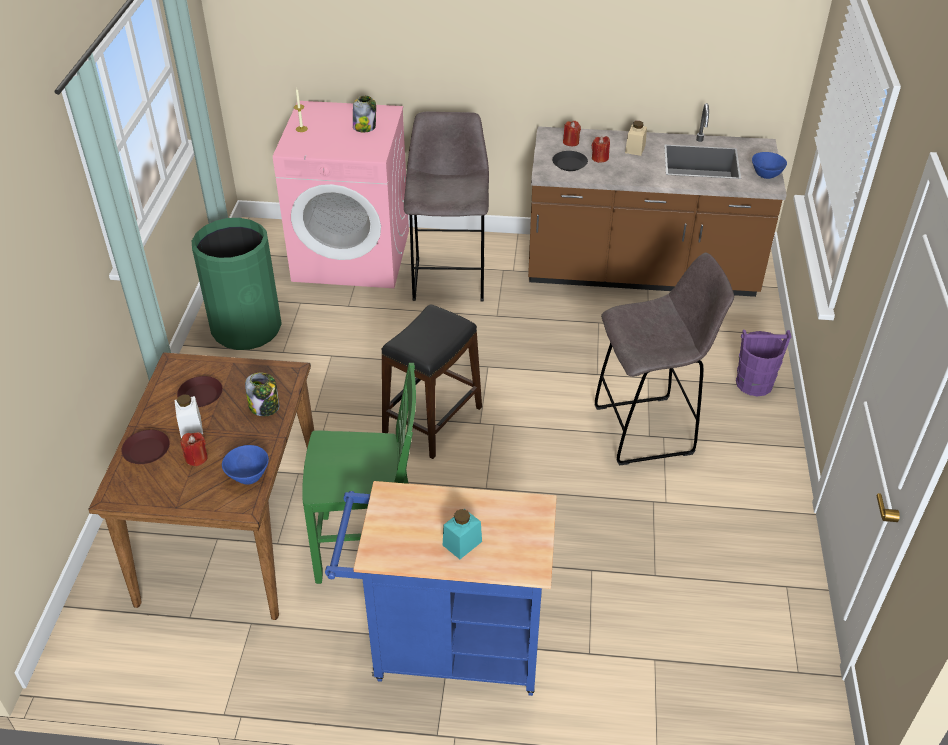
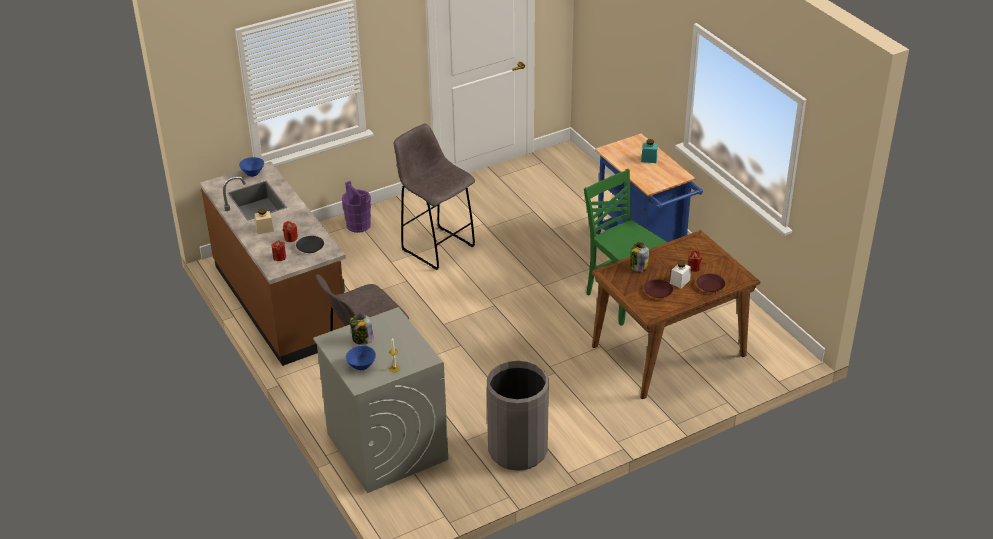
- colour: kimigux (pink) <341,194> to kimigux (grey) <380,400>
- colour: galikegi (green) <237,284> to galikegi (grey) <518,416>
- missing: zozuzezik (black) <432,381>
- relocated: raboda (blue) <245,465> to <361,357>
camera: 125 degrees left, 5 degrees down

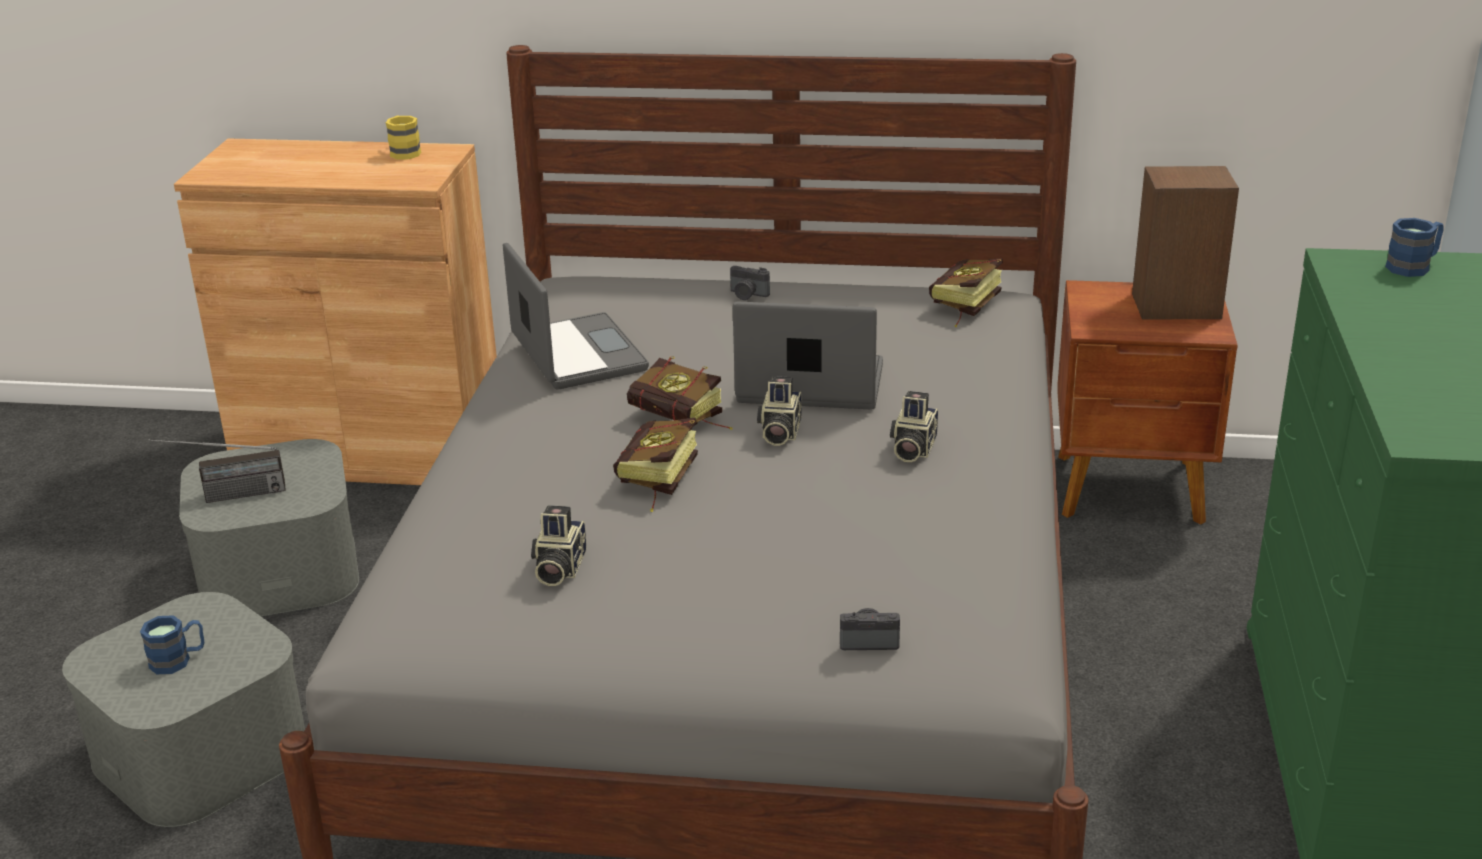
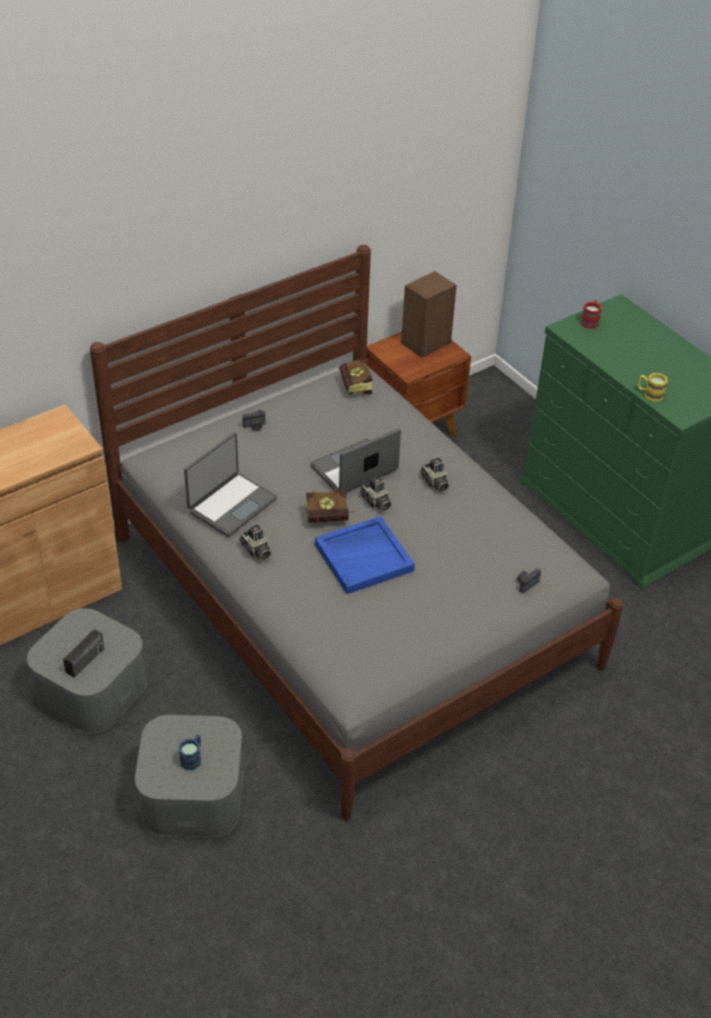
- relocated: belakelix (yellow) <403,138> to <653,387>
- colour: belakelix (blue) <1414,247> to belakelix (red) <591,314>
- spun: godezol <576,316> = <230,484> 105 degrees clockwise
- exchanged: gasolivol <655,465> to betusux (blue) <365,555>
- relocated: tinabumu <559,545> to <255,542>
camera: 45 degrees left, 15 degrees up

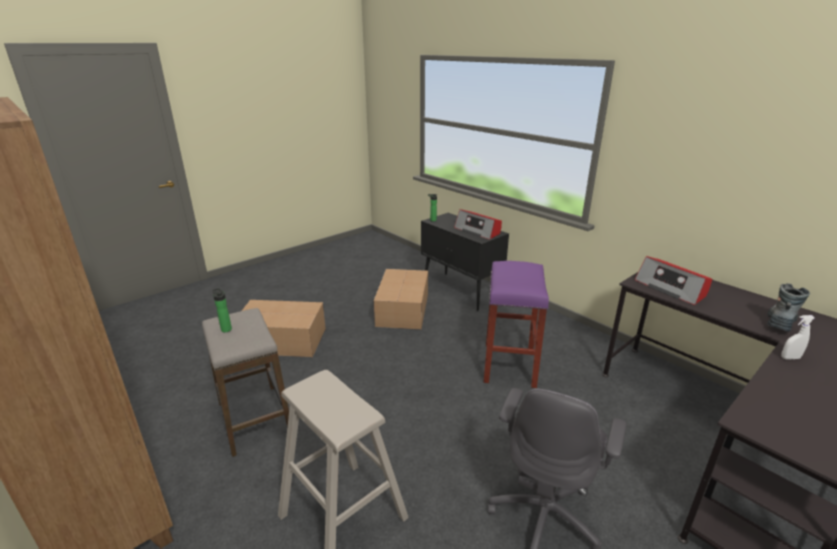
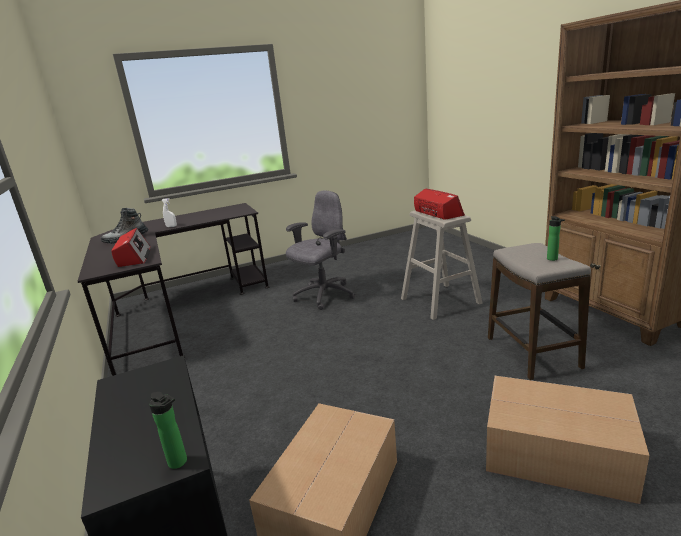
- relocated: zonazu <478,224> to <439,204>
- missing: zozuzezik (purple) <516,324>
camera: 160 degrees left, 5 degrees down

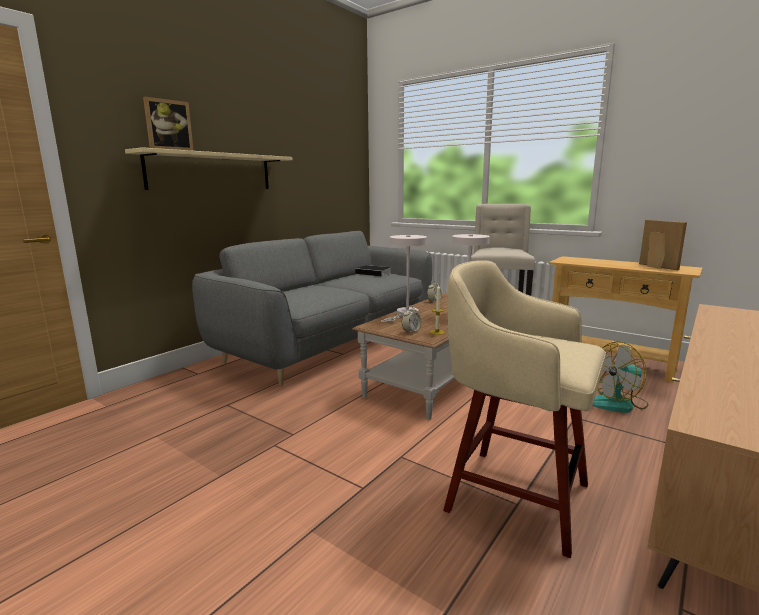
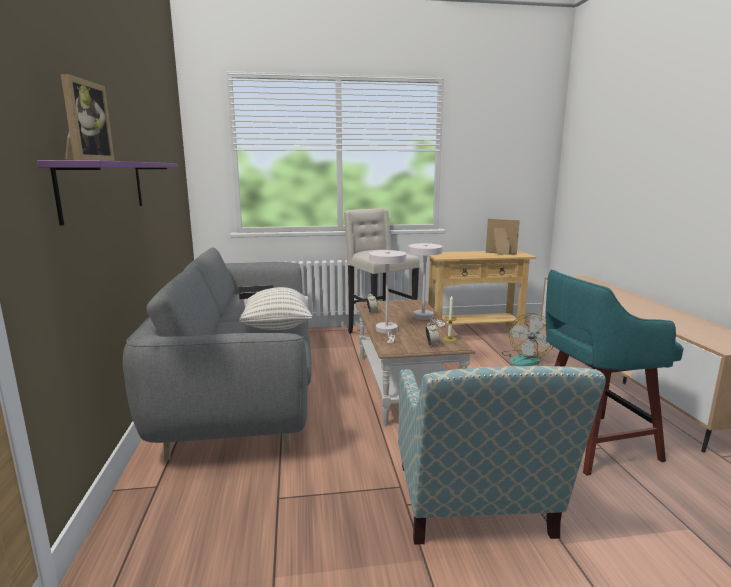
- colour: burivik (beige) <208,168> to burivik (purple) <107,193>
- colour: zozuzezik (beige) <524,409> to zozuzezik (turquoise) <615,373>
- appeared: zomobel <275,308>
- appeared: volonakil <502,455>
camera: 45 degrees left, 0 degrees up

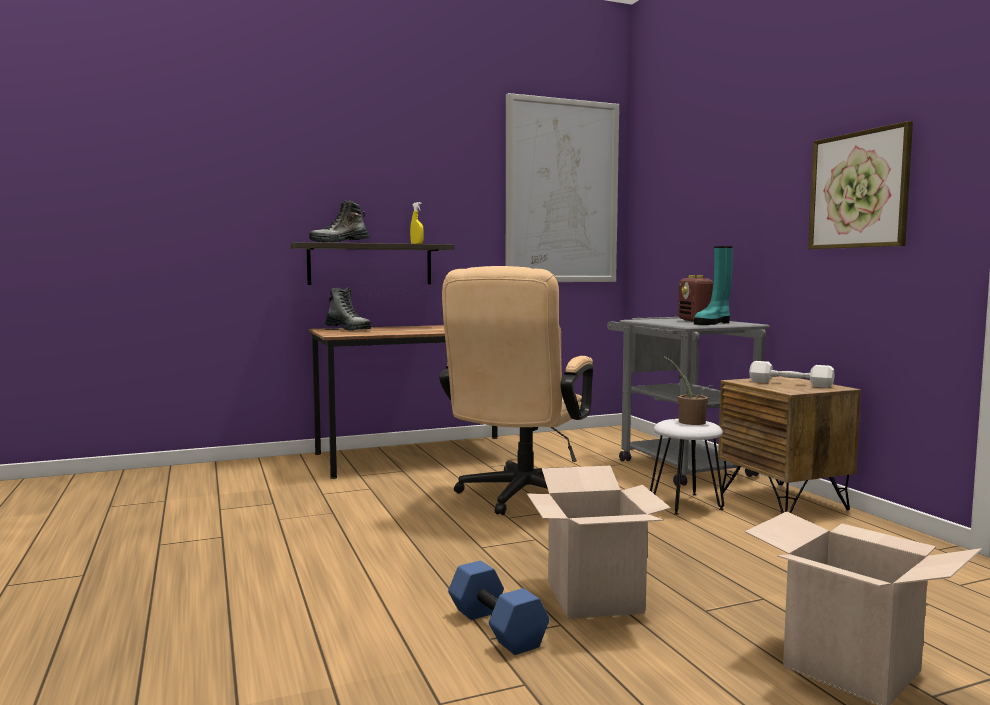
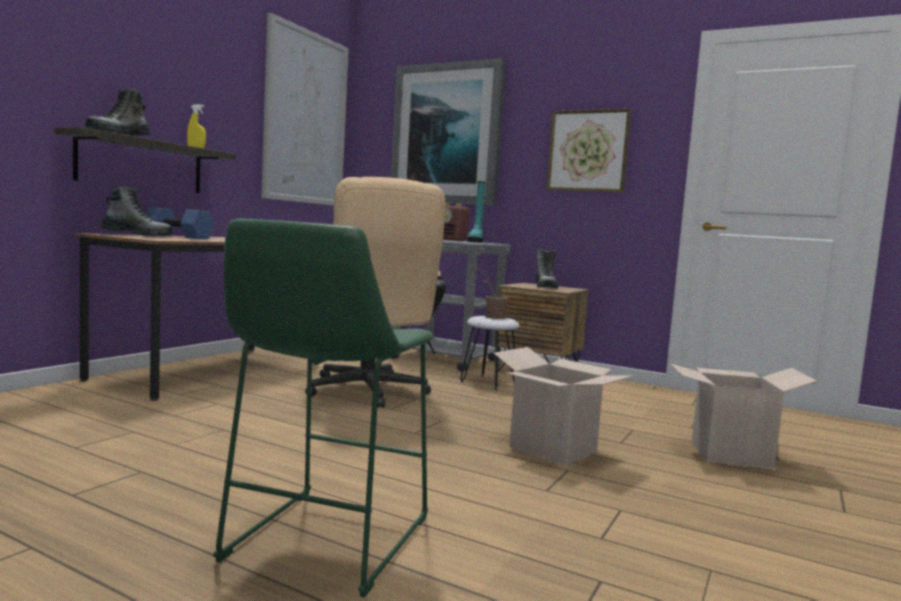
- exchanged: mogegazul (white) <792,374> to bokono <546,269>
- relocated: mogegazul (blue) <499,608> to <180,223>
- appeared: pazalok <448,131>
- appeared: zozuzezik (green) <323,408>
camera: 40 degrees left, 0 degrees up

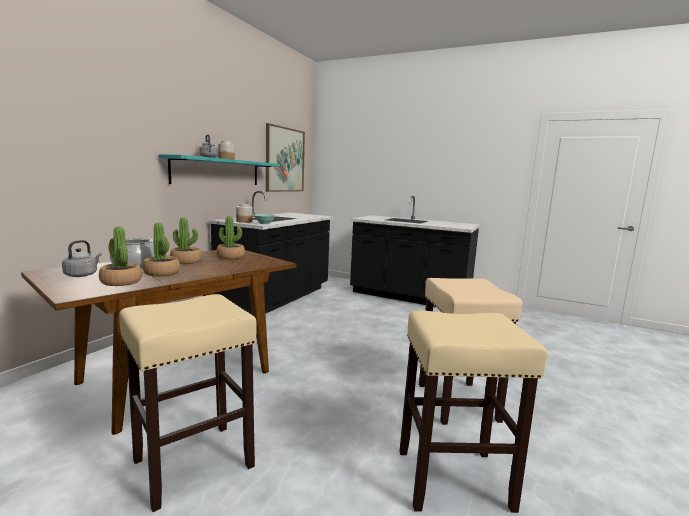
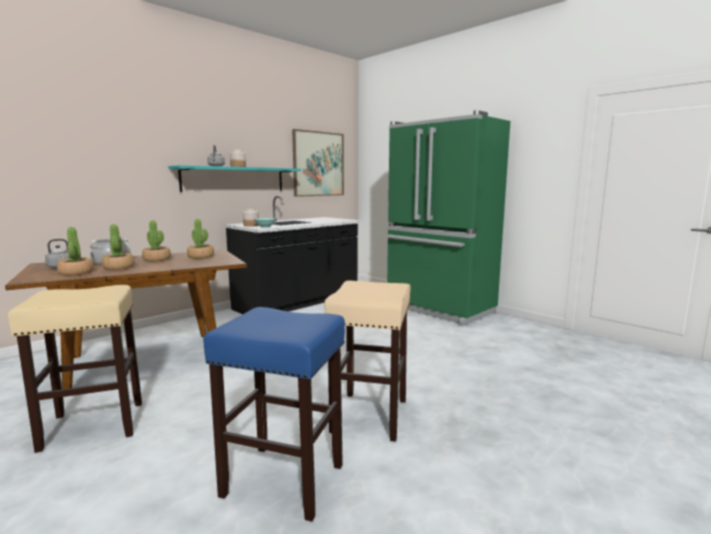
- exchanged: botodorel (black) <415,251> to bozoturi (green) <448,218>
- colour: zozuzezik (beige) <473,412> to zozuzezik (blue) <274,414>
camera: 20 degrees right, 0 degrees up

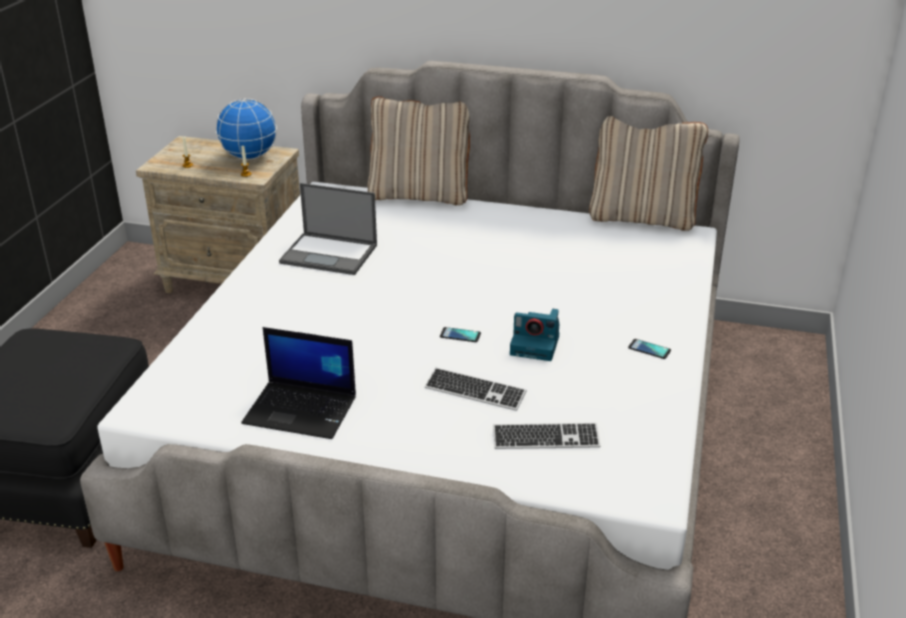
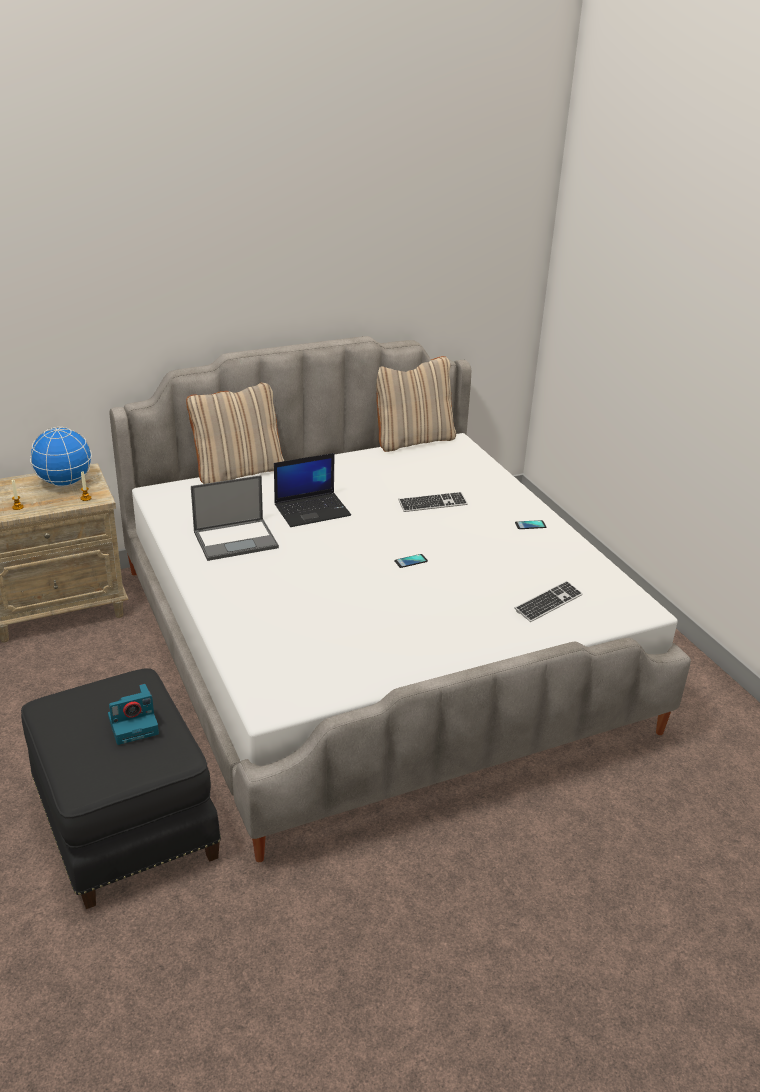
- relocated: tinabumu <534,335> to <133,714>
- relocated: godezol <298,383> to <312,490>
- relocated: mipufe <475,389> to <433,502>
camera: 40 degrees left, 0 degrees up

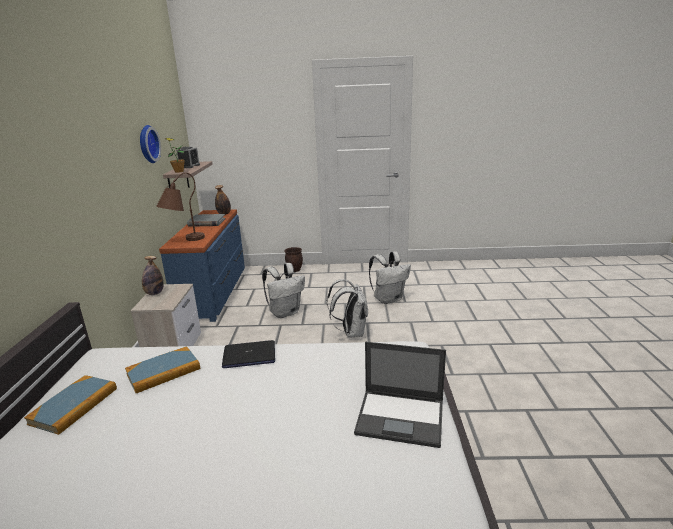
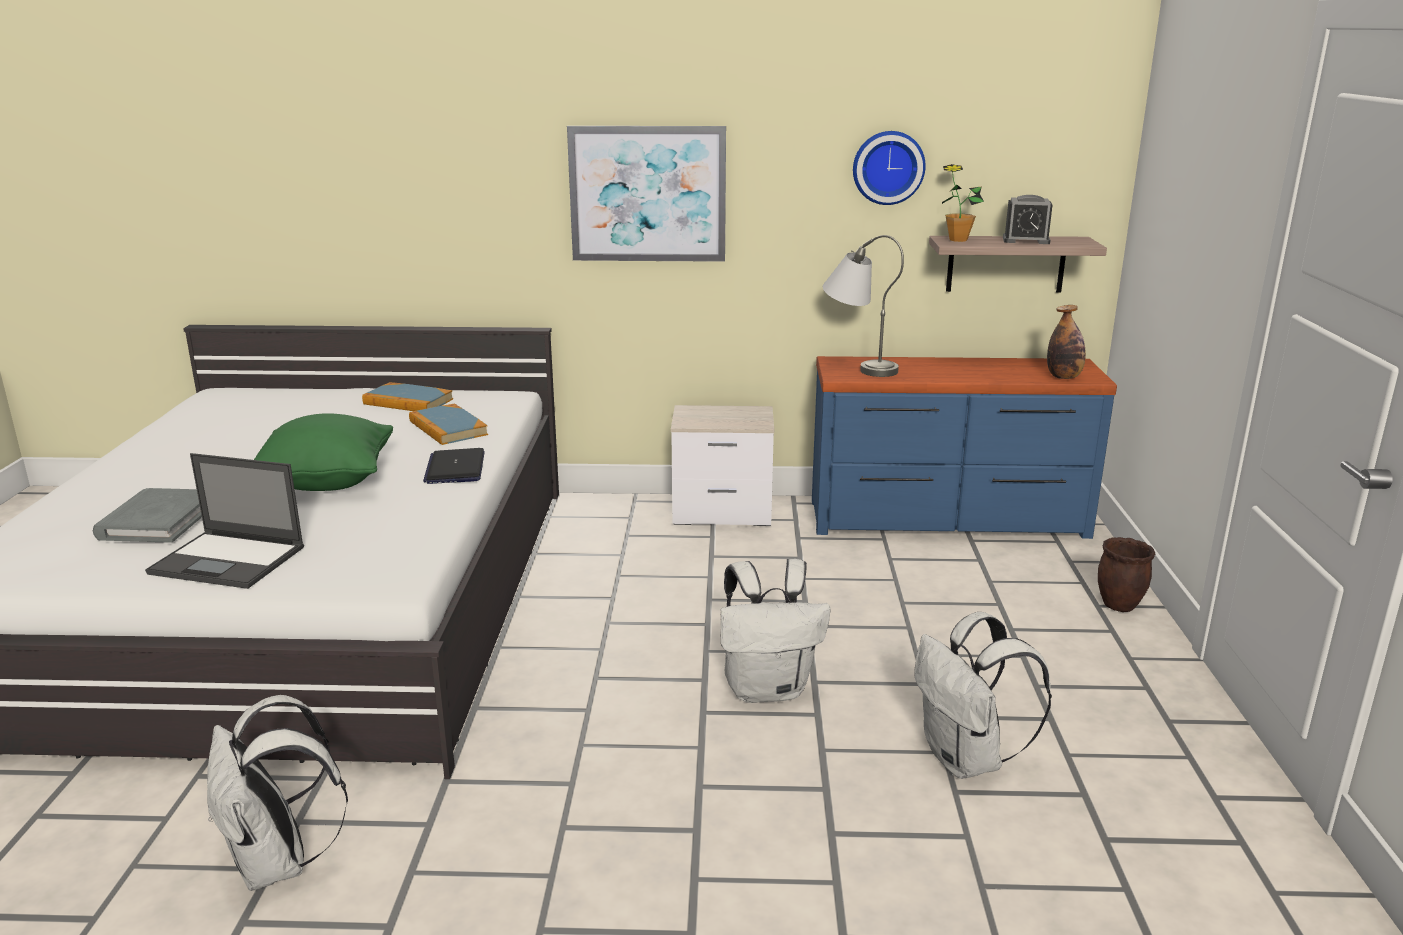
- colour: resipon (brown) <180,207> to resipon (grey) <863,306>
- relocated: gasolivol (grey) <206,220> to <147,515>
- missing: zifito <152,275>
- relocated: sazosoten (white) <283,290> to <277,793>
- spun: godezol <400,395> = <224,521> 90 degrees counterclockwise
- appeared: pazalok <646,194>
- appeared: zomobel (green) <323,452>
camera: 90 degrees right, 0 degrees up

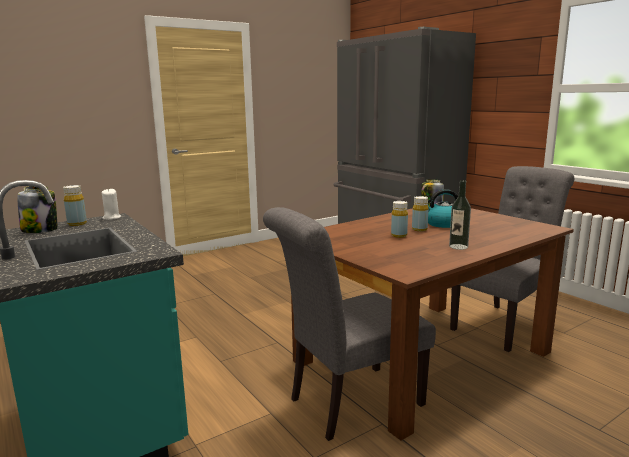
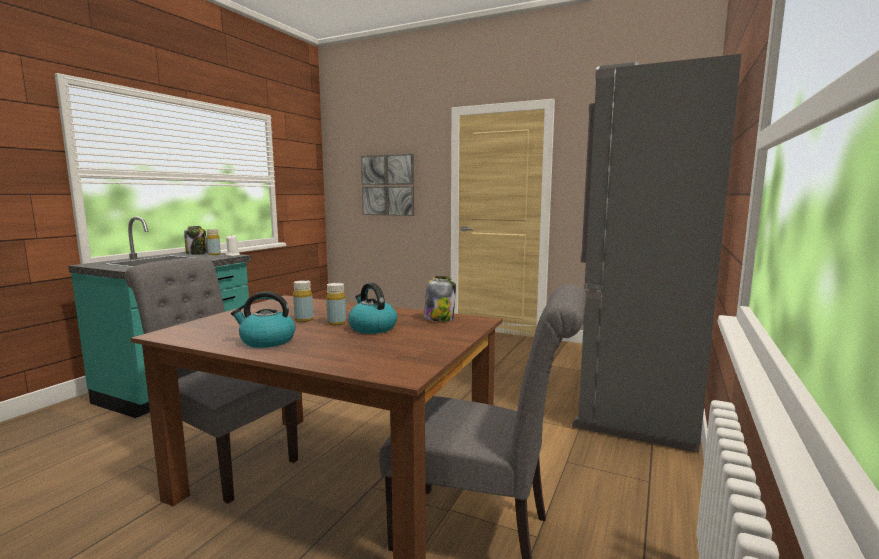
- exchanged: zifito <460,215> to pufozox <263,319>
- appeared: pazalok <387,185>
camera: 60 degrees right, 5 degrees down

